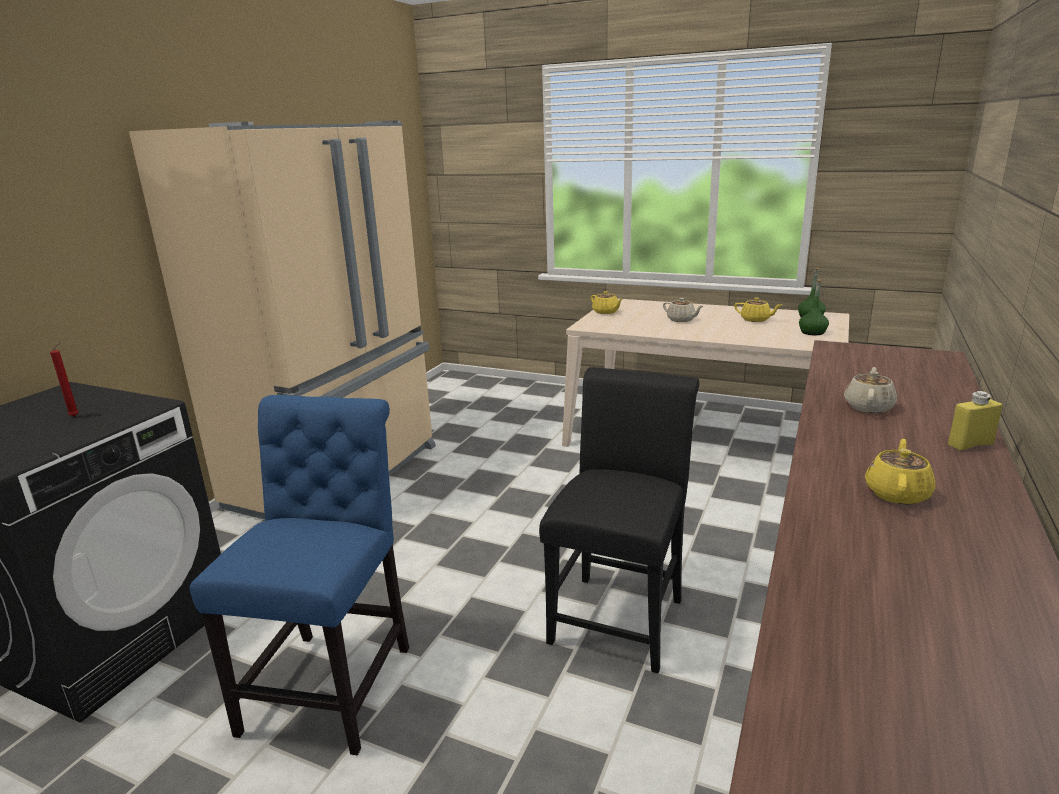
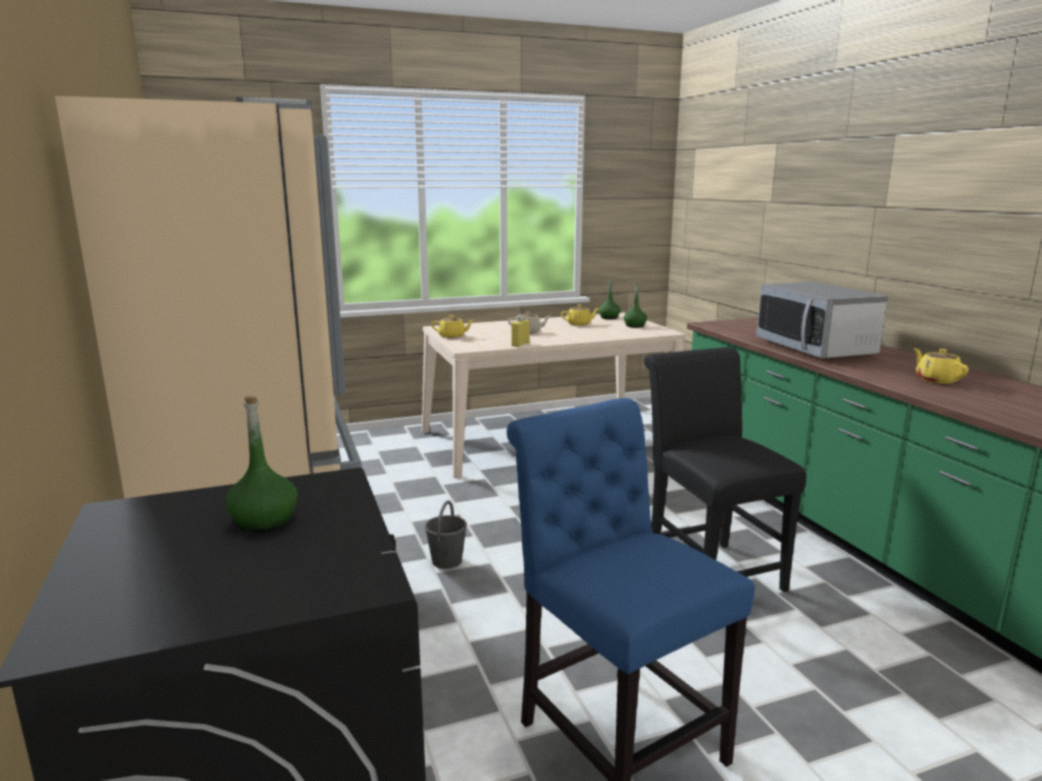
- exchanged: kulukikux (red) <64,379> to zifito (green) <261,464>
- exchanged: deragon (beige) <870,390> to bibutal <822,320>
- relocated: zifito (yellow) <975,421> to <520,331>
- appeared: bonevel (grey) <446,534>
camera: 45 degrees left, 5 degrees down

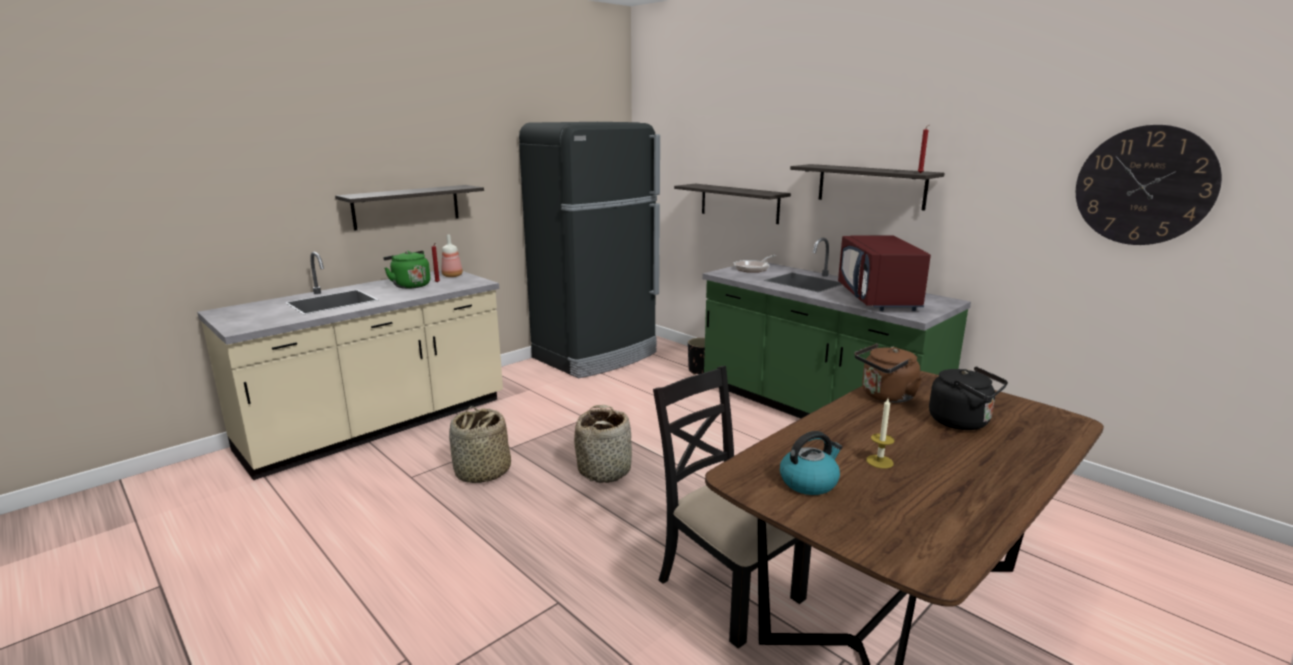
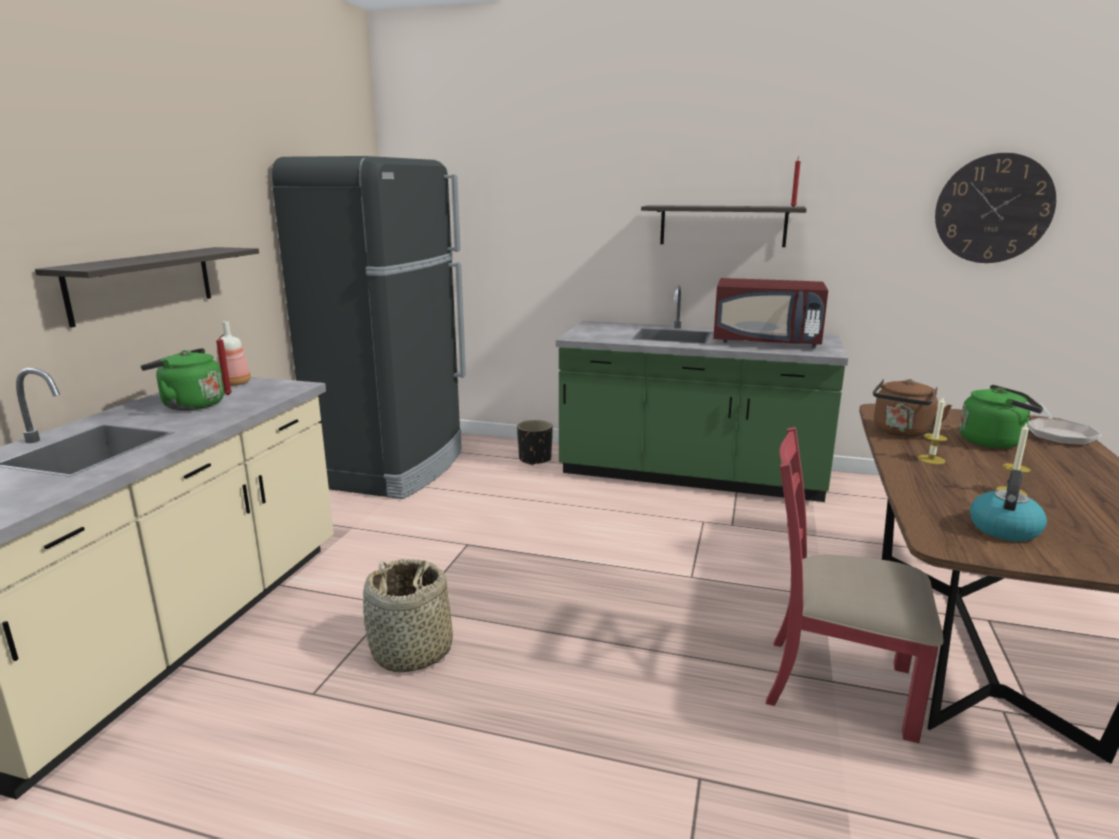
- missing: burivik <732,204>
- spun: bibutal (red) <884,273> = <770,313> 45 degrees counterclockwise
- relocated: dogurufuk <755,263> to <1065,424>
- colour: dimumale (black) <732,507> to dimumale (red) <855,585>
- colour: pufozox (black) <968,398> to pufozox (green) <1001,416>
- missing: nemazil <603,444>
- appeared: kulukikux <933,431>
camera: 30 degrees left, 0 degrees up

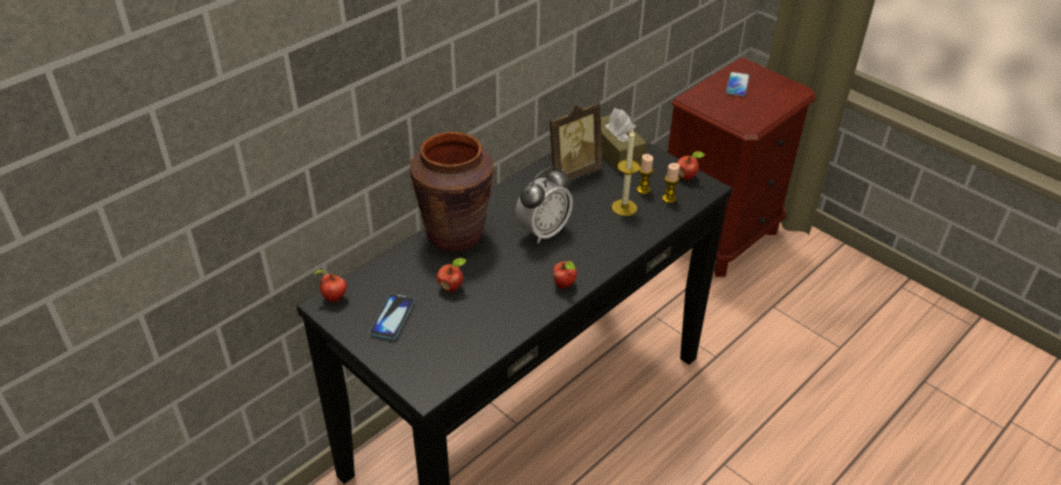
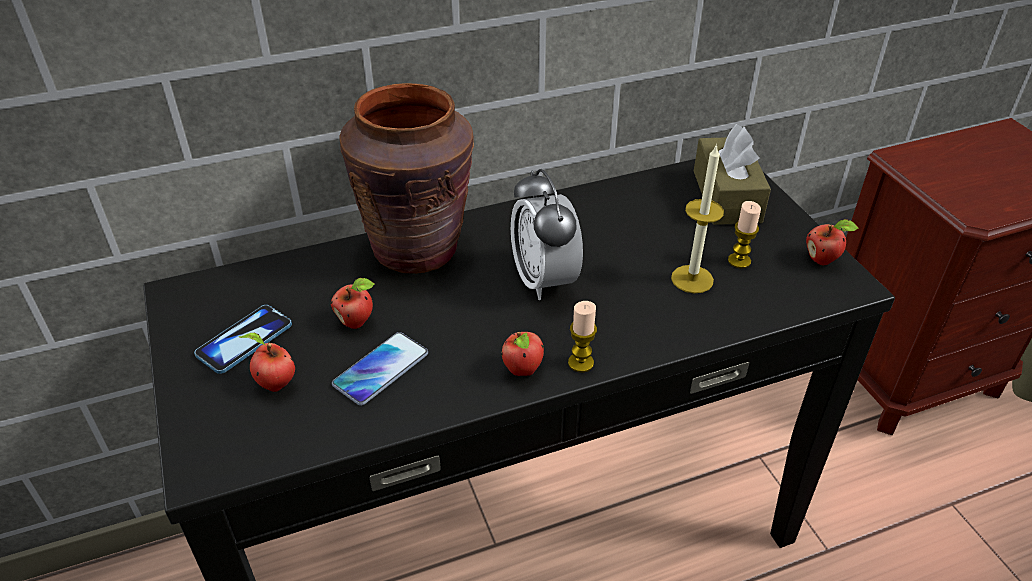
- relocated: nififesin <738,84> to <380,369>
- missing: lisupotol <574,141>
- relocated: kulukikux <671,183> to <582,337>
- spun: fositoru <544,205> = <547,234> 90 degrees clockwise
- relocated: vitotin <330,286> to <267,362>
camera: 25 degrees right, 0 degrees up

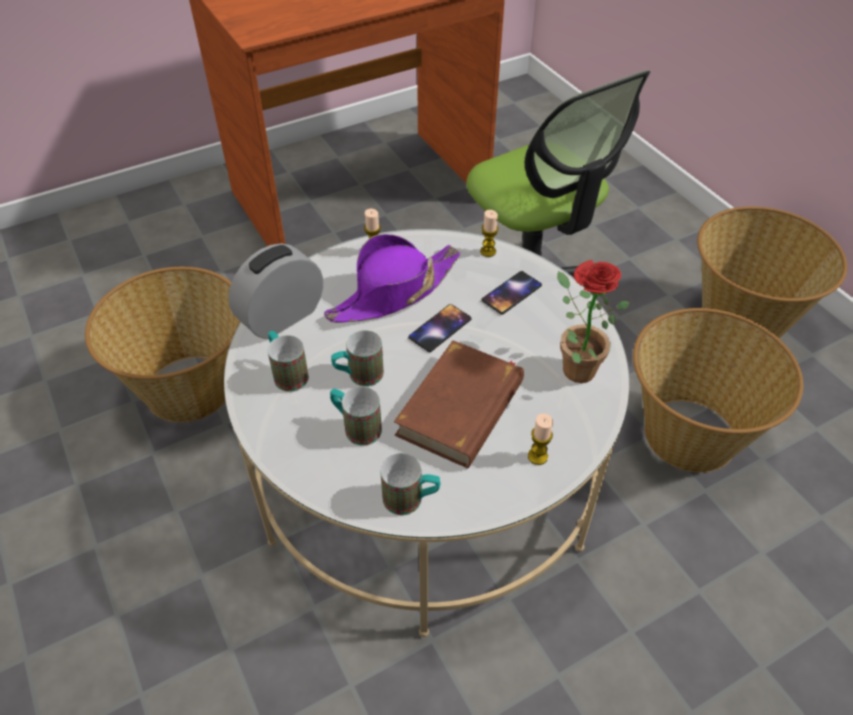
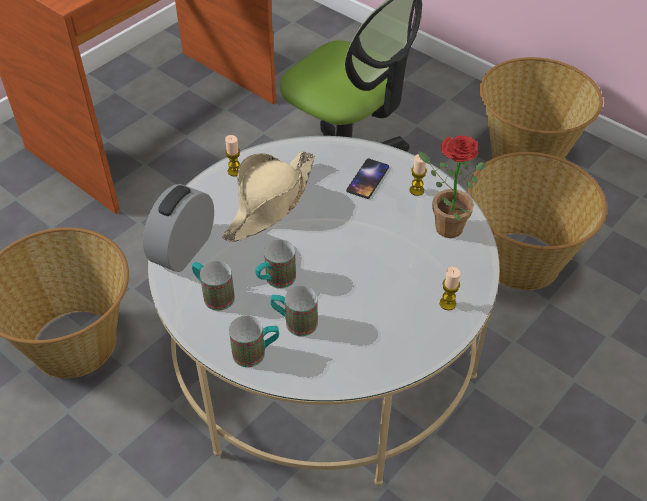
- relocated: kulukikux <489,233> to <418,175>
- colour: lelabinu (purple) <392,278> to lelabinu (beige) <268,196>
- missing: nififesin <440,328>
- missing: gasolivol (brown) <459,404>
- relocated: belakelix <410,484> to <254,341>
camera: 20 degrees left, 0 degrees up

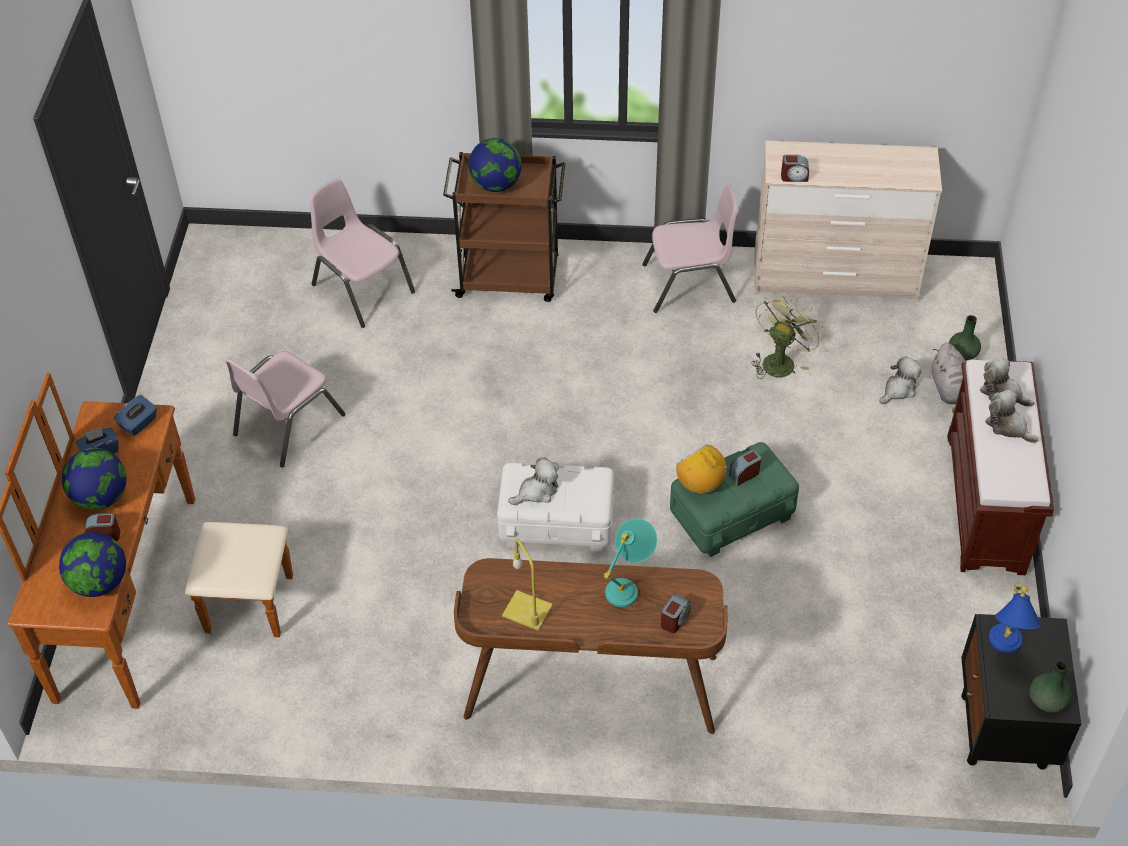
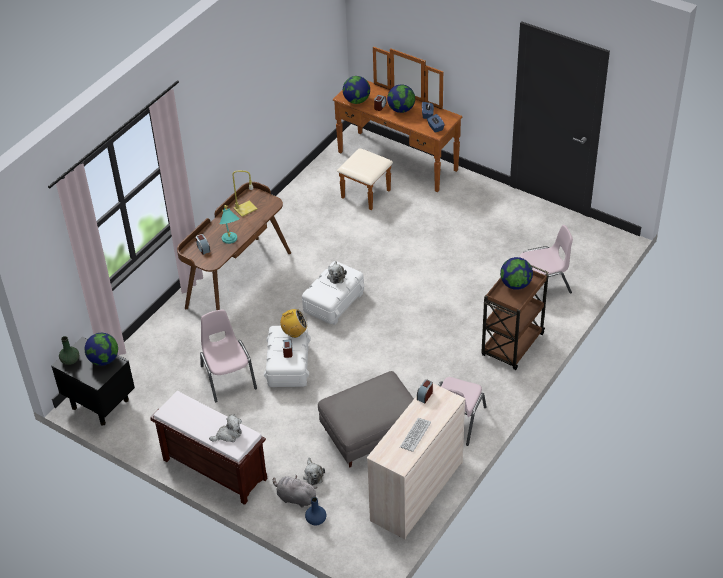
- exchanged: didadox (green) <787,335> to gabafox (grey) <366,419>
- colour: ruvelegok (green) <965,338> to ruvelegok (blue) <315,511>
- relocated: dimumale (pink) <285,409> to <228,355>
- missing: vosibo <1011,416>
- colour: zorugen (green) <734,499> to zorugen (white) <287,356>
- exchanged: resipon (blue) <1015,618> to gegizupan <101,349>
- appeared: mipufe <415,435>
camera: 120 degrees right, 5 degrees down

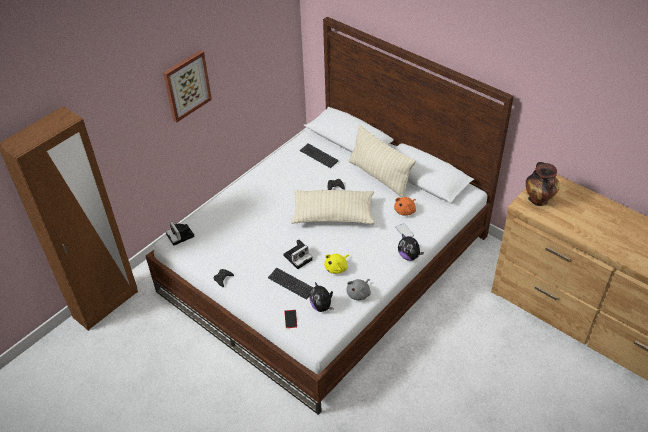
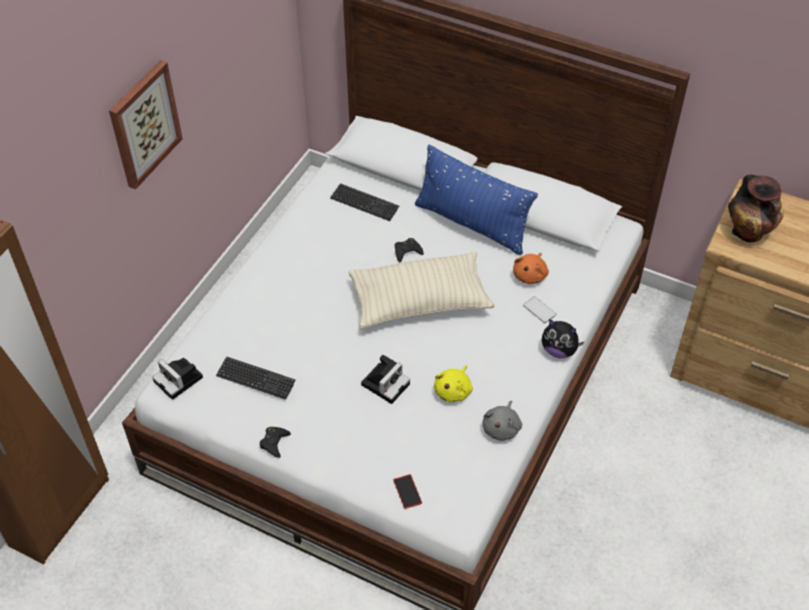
- colour: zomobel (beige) <382,161> to zomobel (blue) <476,200>
- relocated: mipufe <290,284> to <256,378>
- missing: vosibo <321,297>
camera: 15 degrees left, 5 degrees up

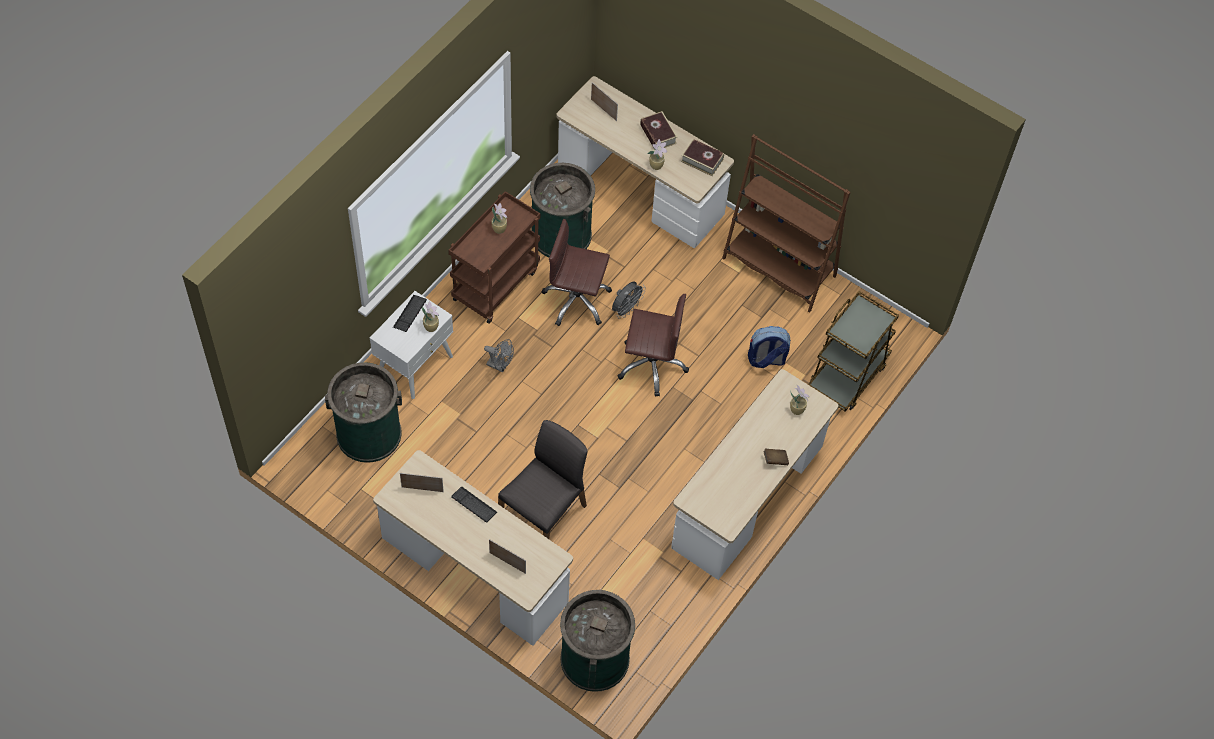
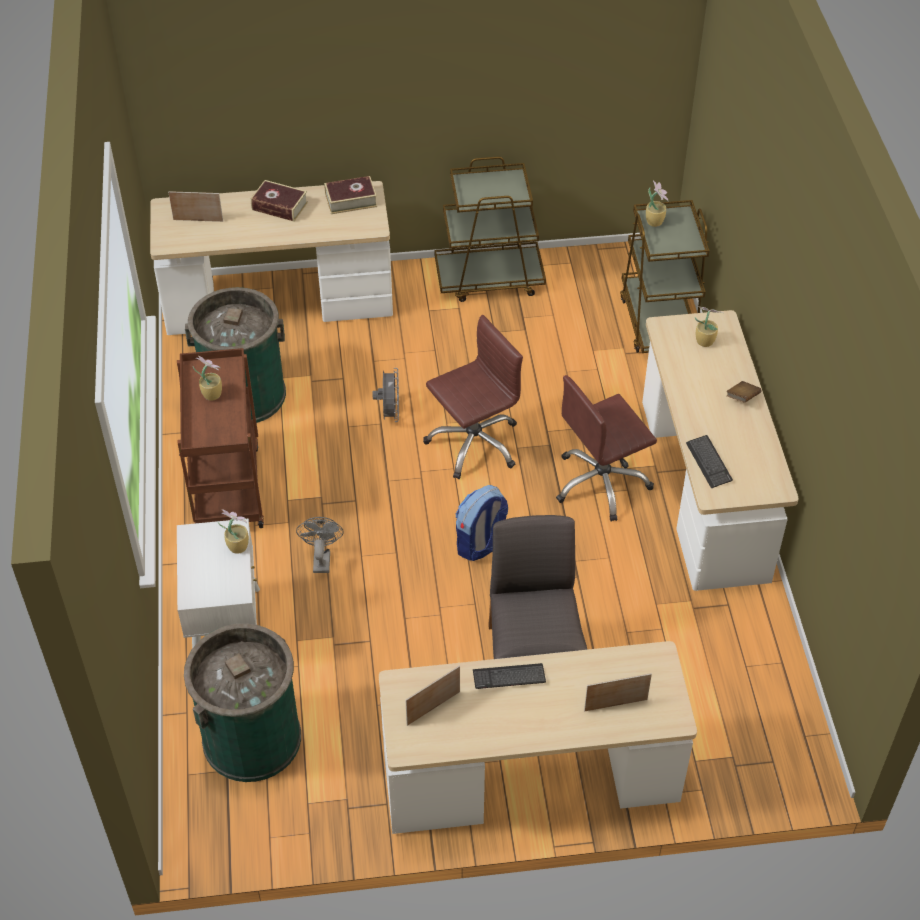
- exchanged: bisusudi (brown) <786,223> to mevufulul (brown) <490,229>
- relocated: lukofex <657,154> to <657,204>
- relocated: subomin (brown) <577,272> to <606,448>
- relocated: mipufe <410,313> to <709,461>
- relocated: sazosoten <769,347> to <482,523>
- spun: didadox (grey) <499,356> = <320,545> 75 degrees counterclockwise
- missing: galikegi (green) <597,641>
camera: 40 degrees left, 10 degrees down

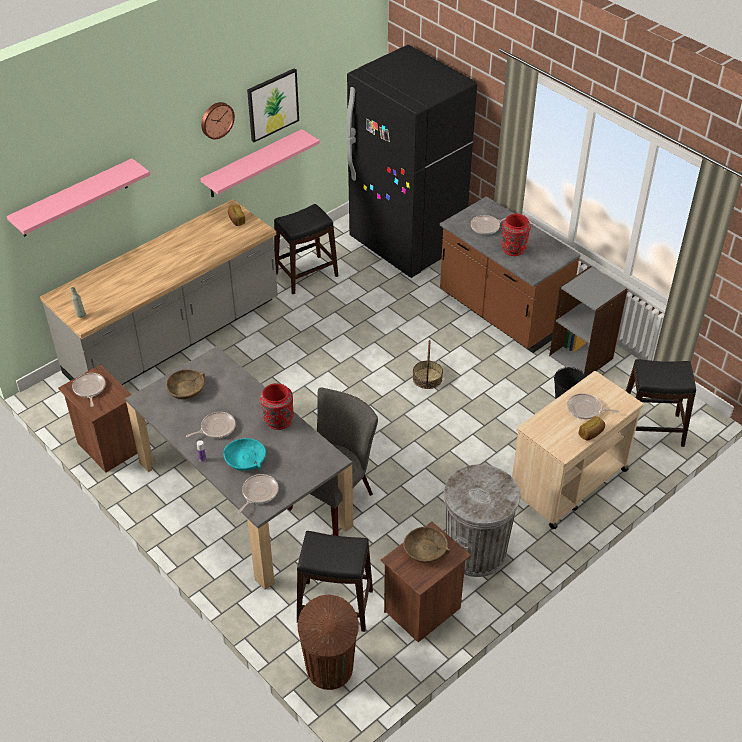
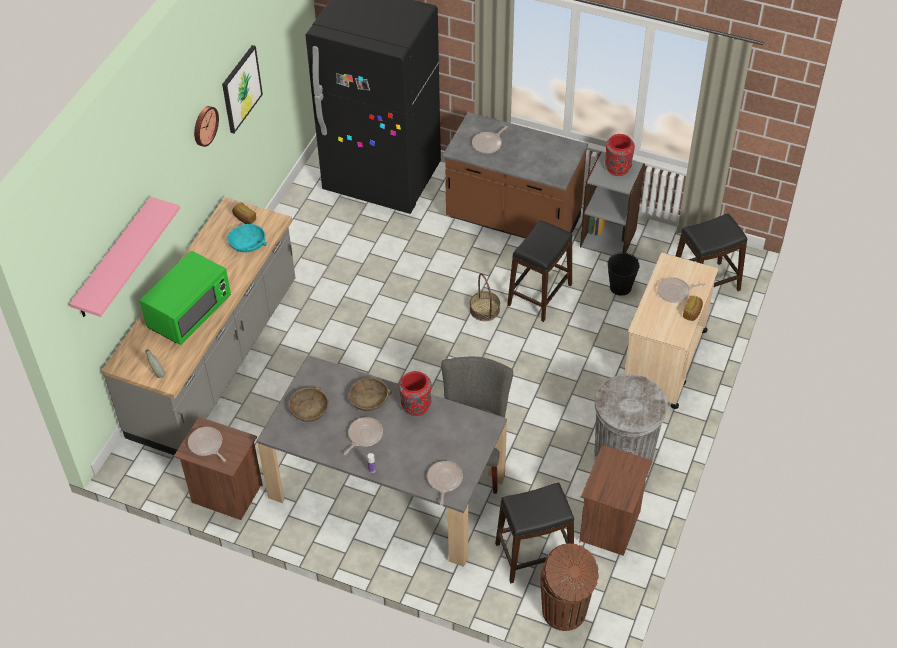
- missing: burivik (pink) <260,163>
- relocated: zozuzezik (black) <306,249> to <539,271>
- relocated: ruvelegok (red) <516,235> to <620,155>
- relocated: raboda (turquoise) <245,454> to <247,238>
- relocated: raboda (brown) <426,545> to <370,394>
- appeared: bibutal (green) <185,298>
camera: 25 degrees left, 5 degrees up

